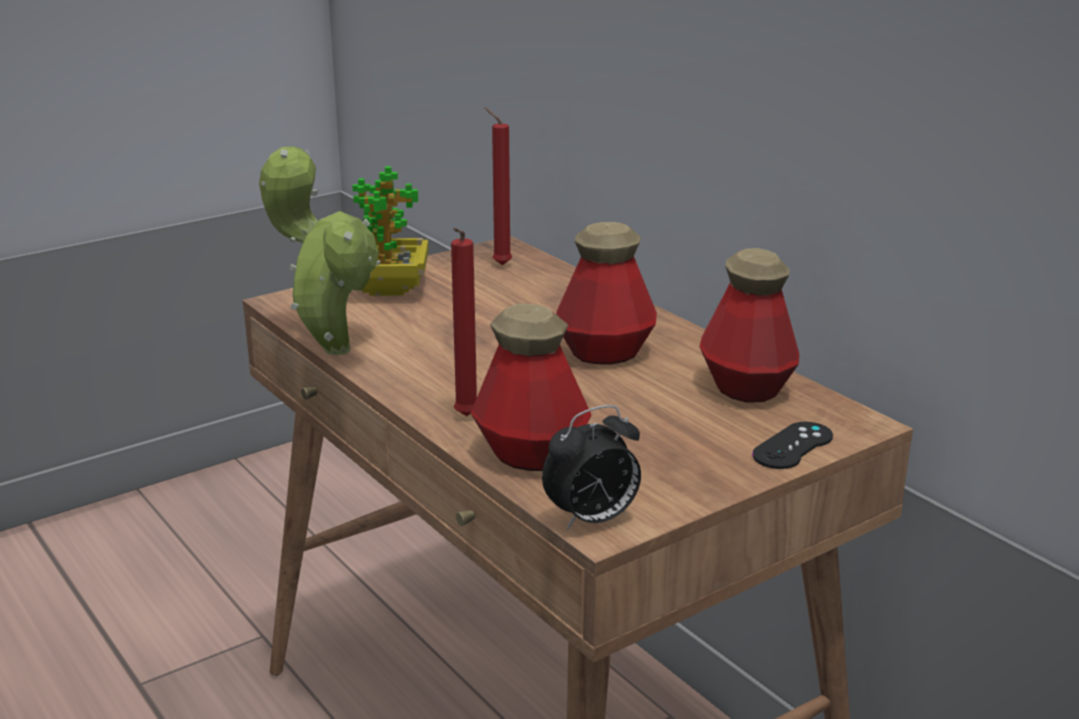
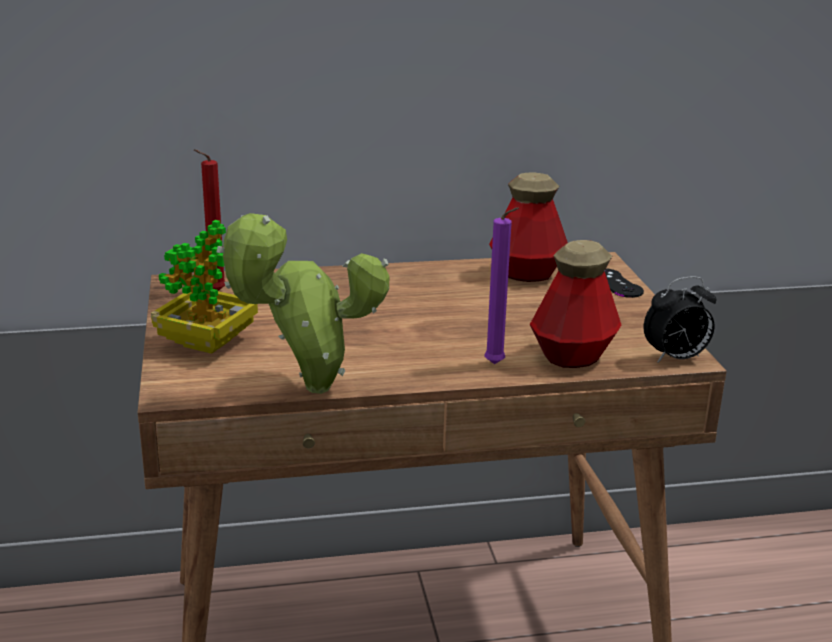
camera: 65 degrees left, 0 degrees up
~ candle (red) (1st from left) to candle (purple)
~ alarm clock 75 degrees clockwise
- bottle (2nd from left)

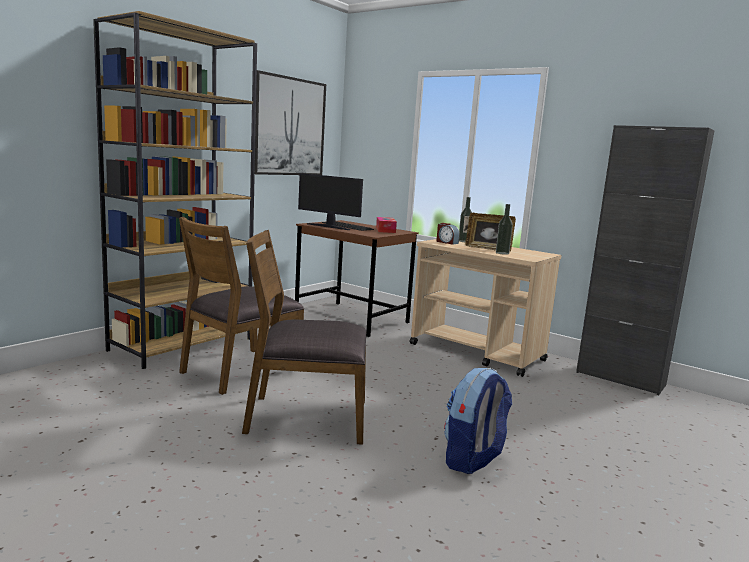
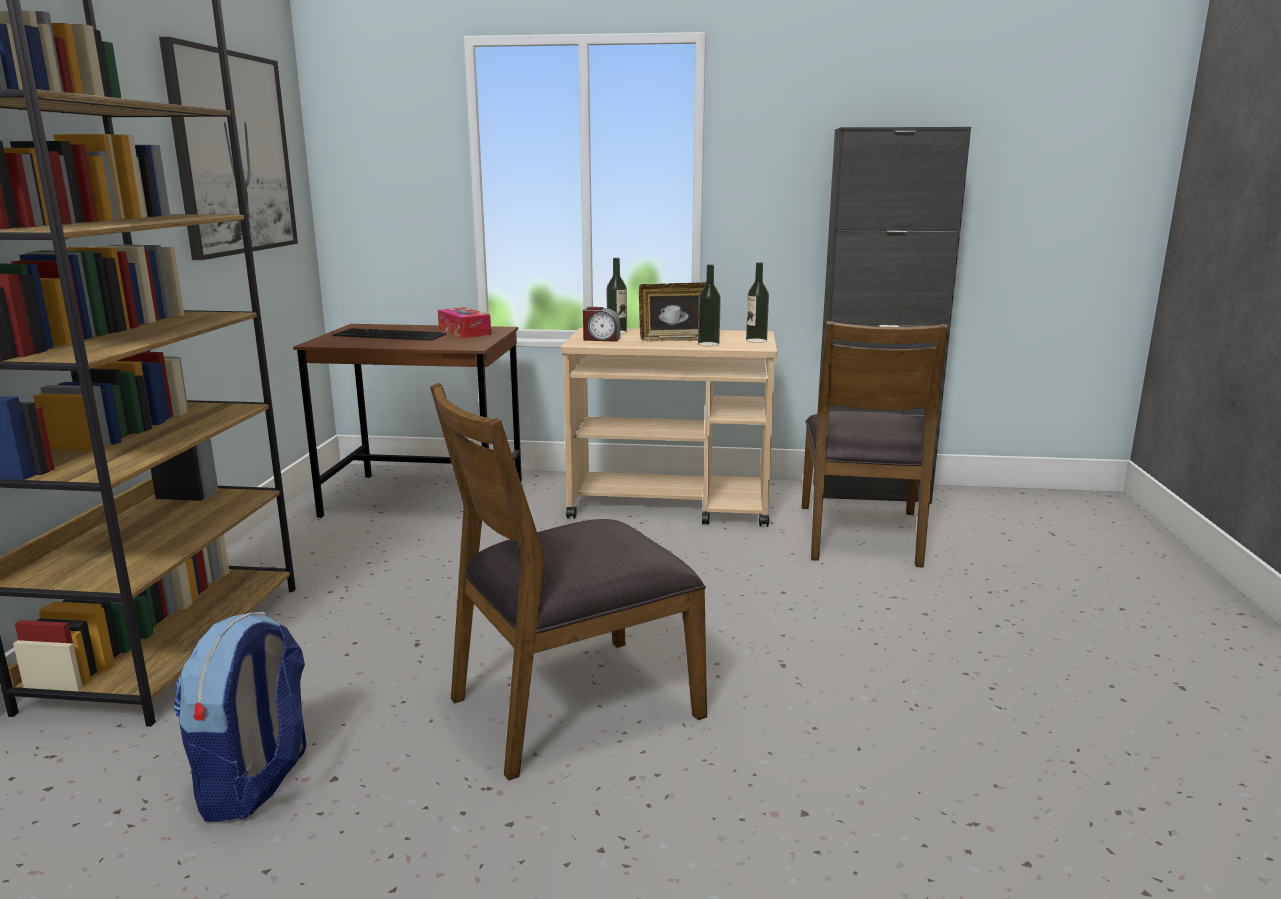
camera: 30 degrees left, 5 degrees up
~ chair (brown) (1st from left in the first image) to chair (brown) (2nd from left)
- monitor
~ backpack
+ bottle (3rd from left)

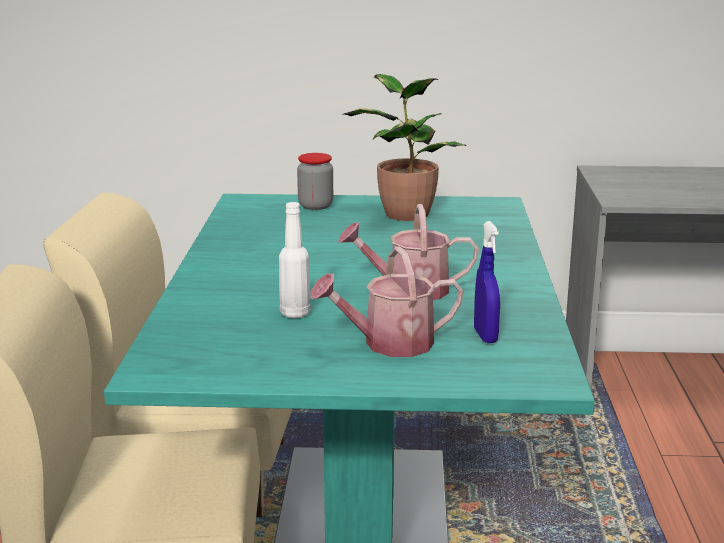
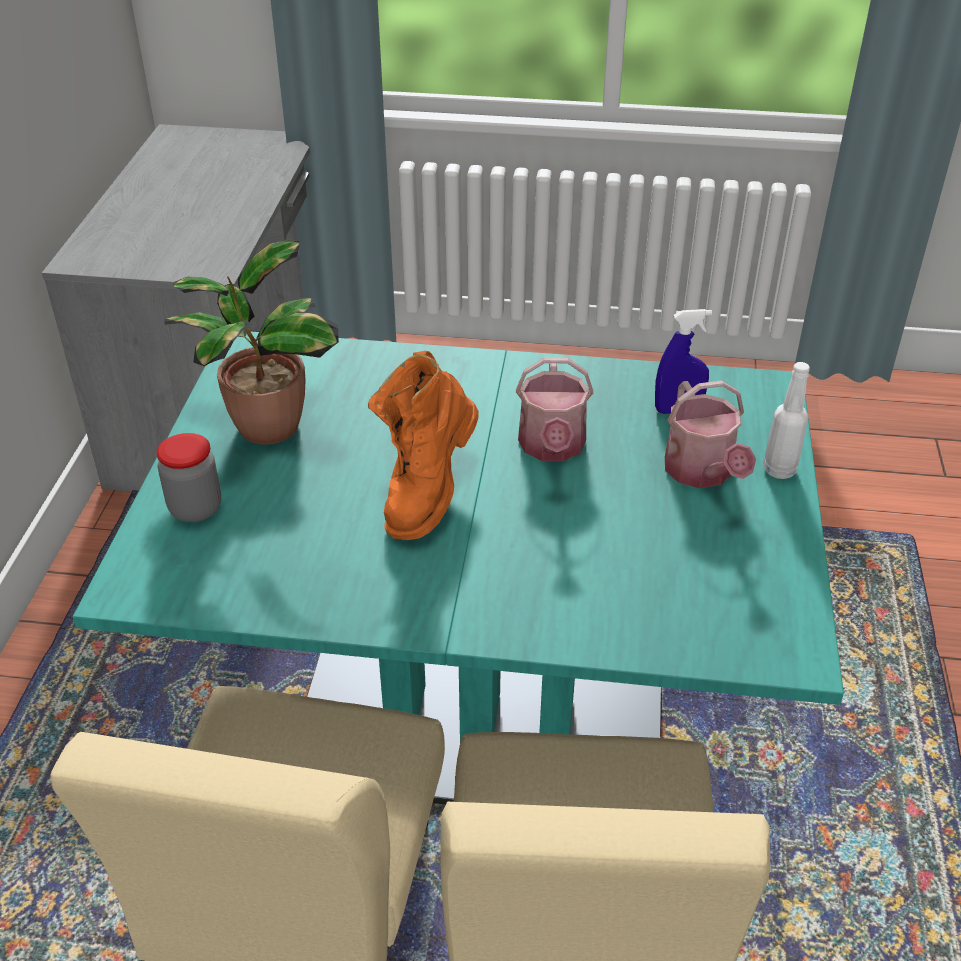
camera: 85 degrees left, 20 degrees up
~ bottle (white)
+ boot (orange)

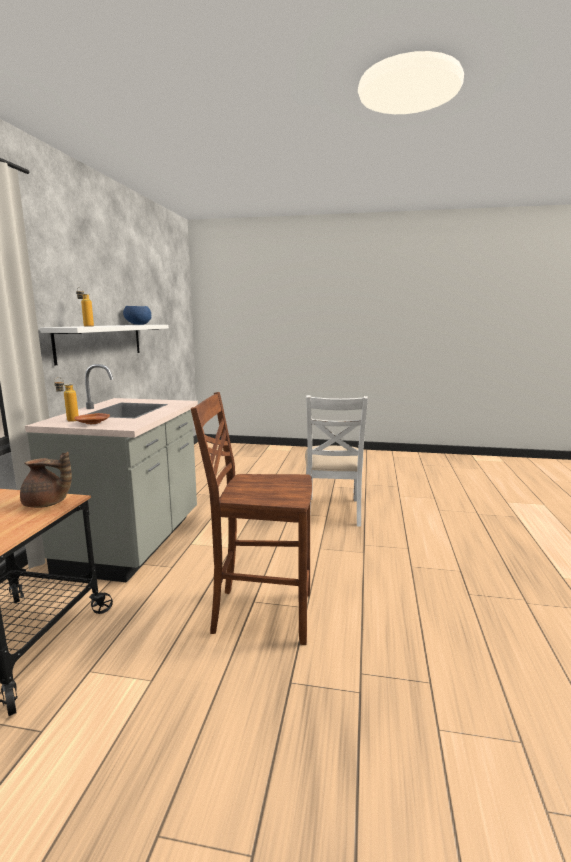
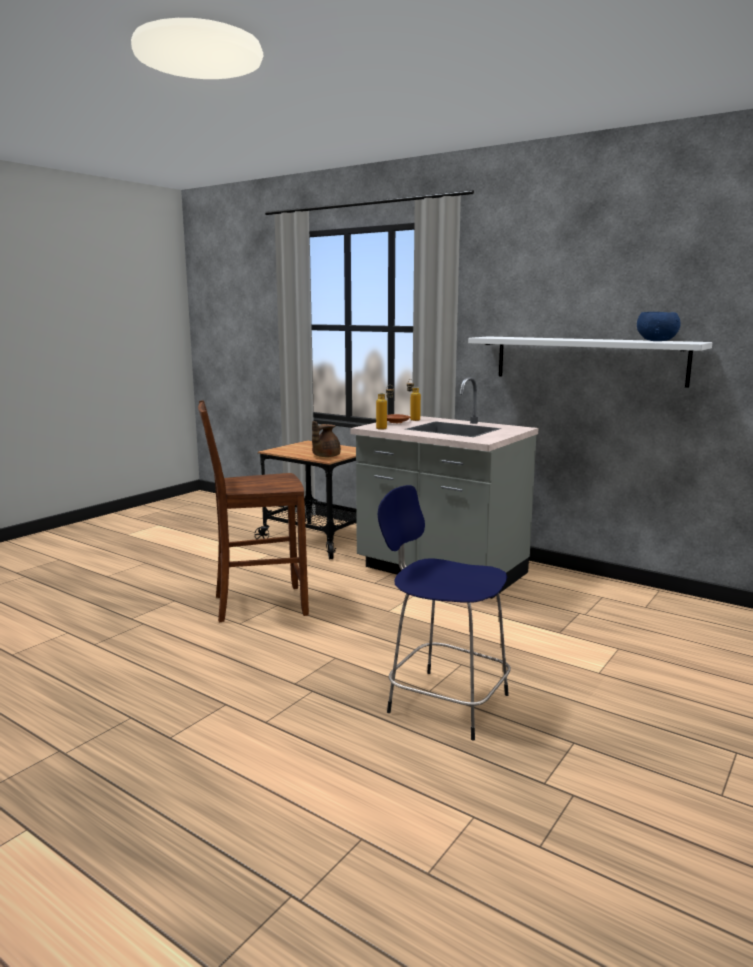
camera: 115 degrees right, 0 degrees up
~ bottle (2nd from left in the first image) to bottle (1st from left)
~ chair (brown) 135 degrees counterclockwise
~ chair (white) to stool (blue)

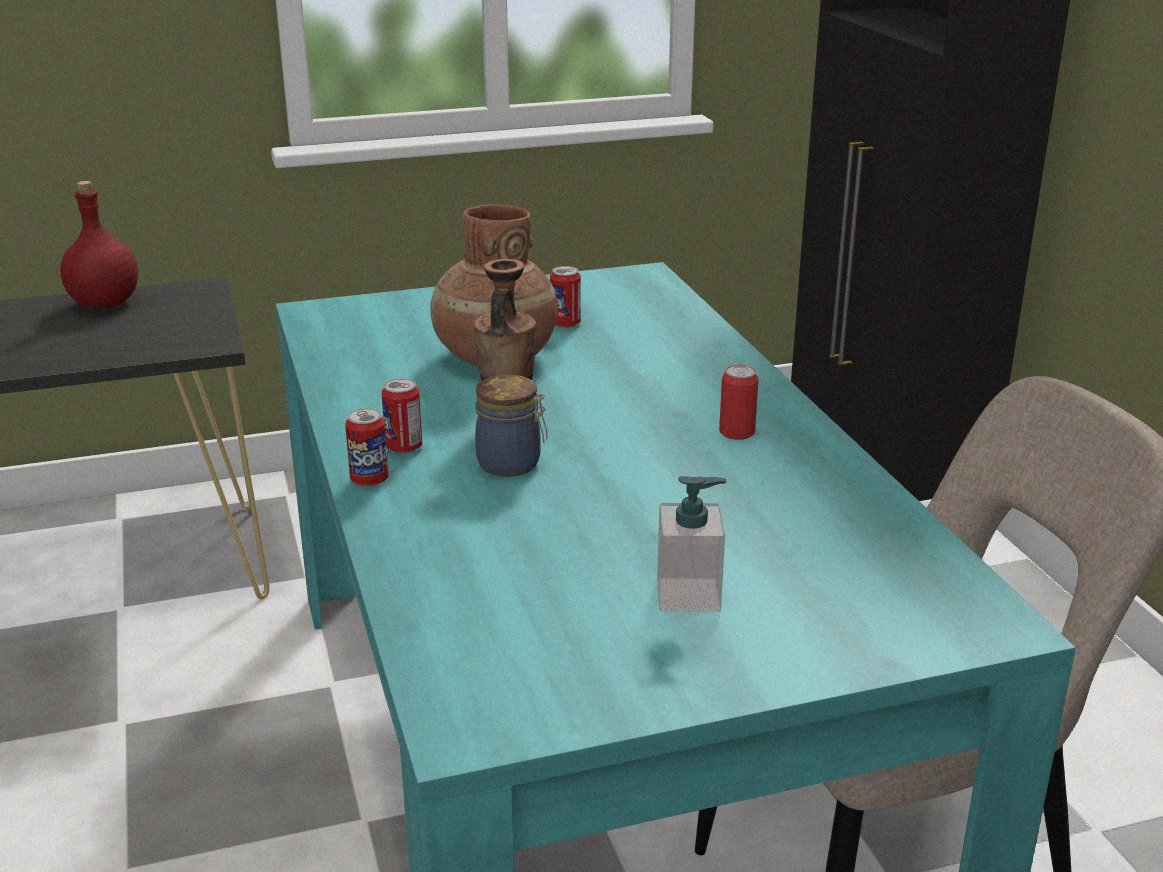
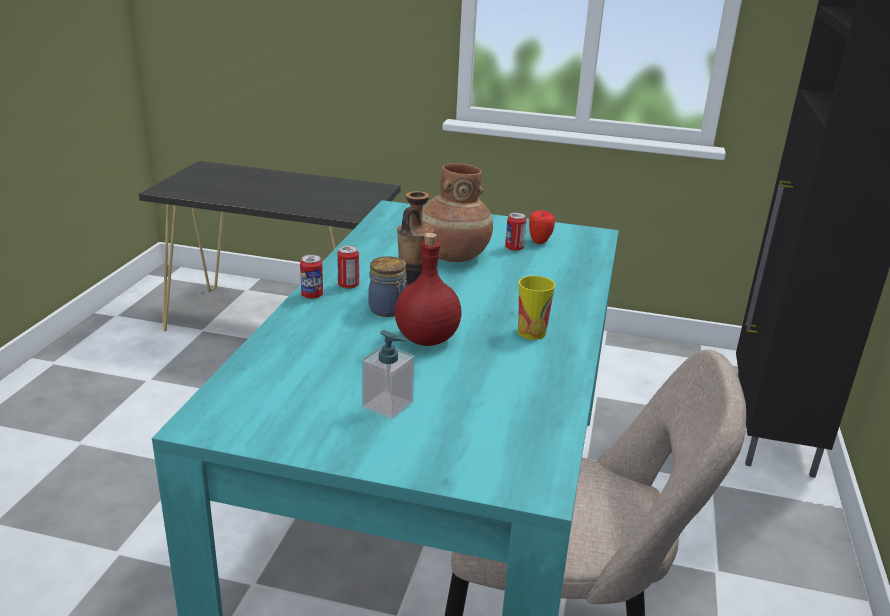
camera: 30 degrees right, 0 degrees up
~ bottle (red)
~ can (4th from left) to cup
+ apple

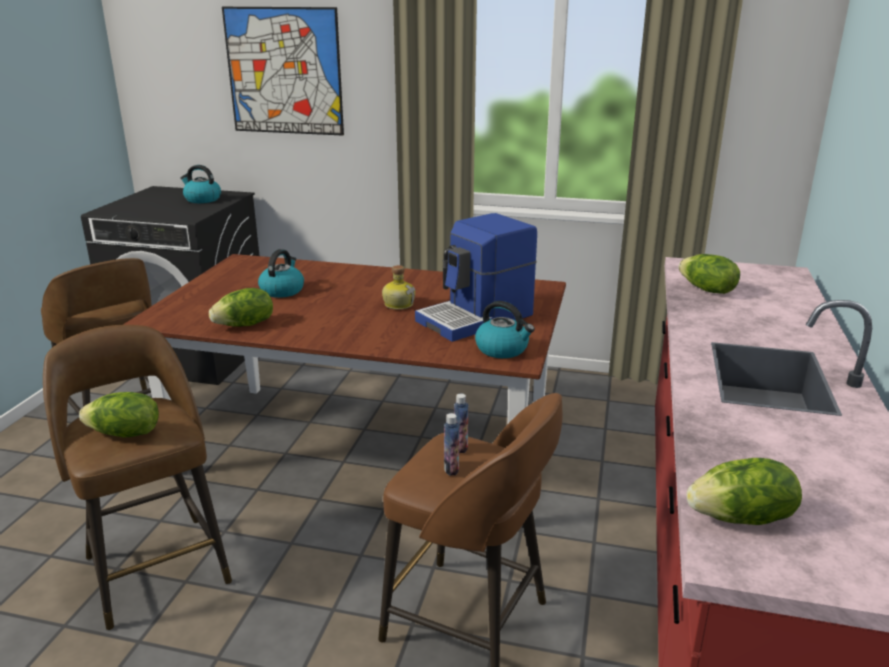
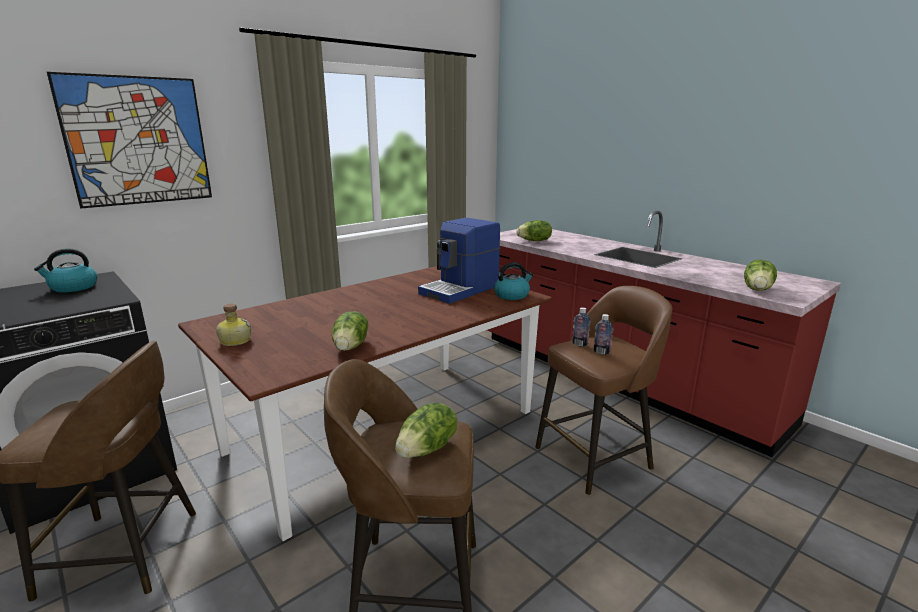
camera: 55 degrees left, 5 degrees down
- kettle (2nd from left)
~ bottle (1st from left)
~ coffee machine 45 degrees clockwise

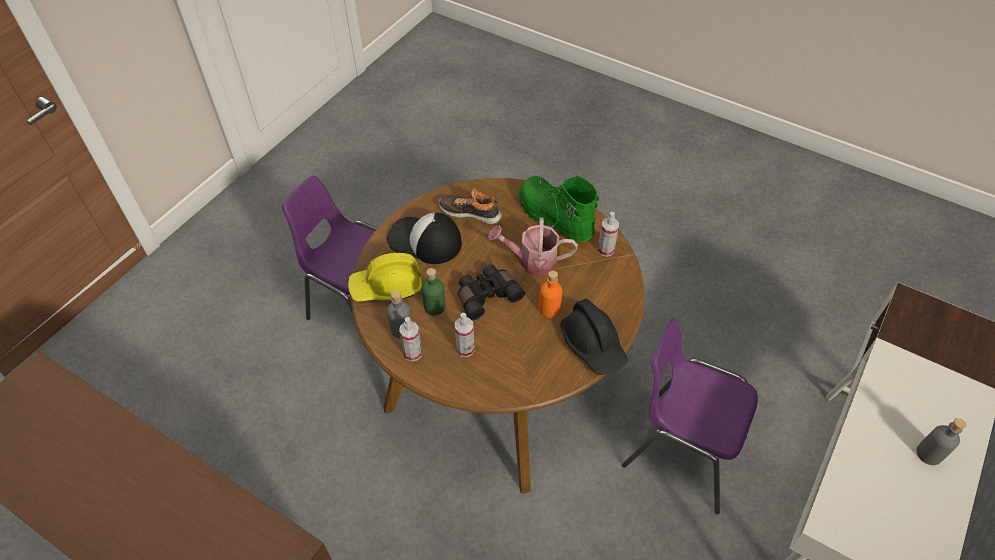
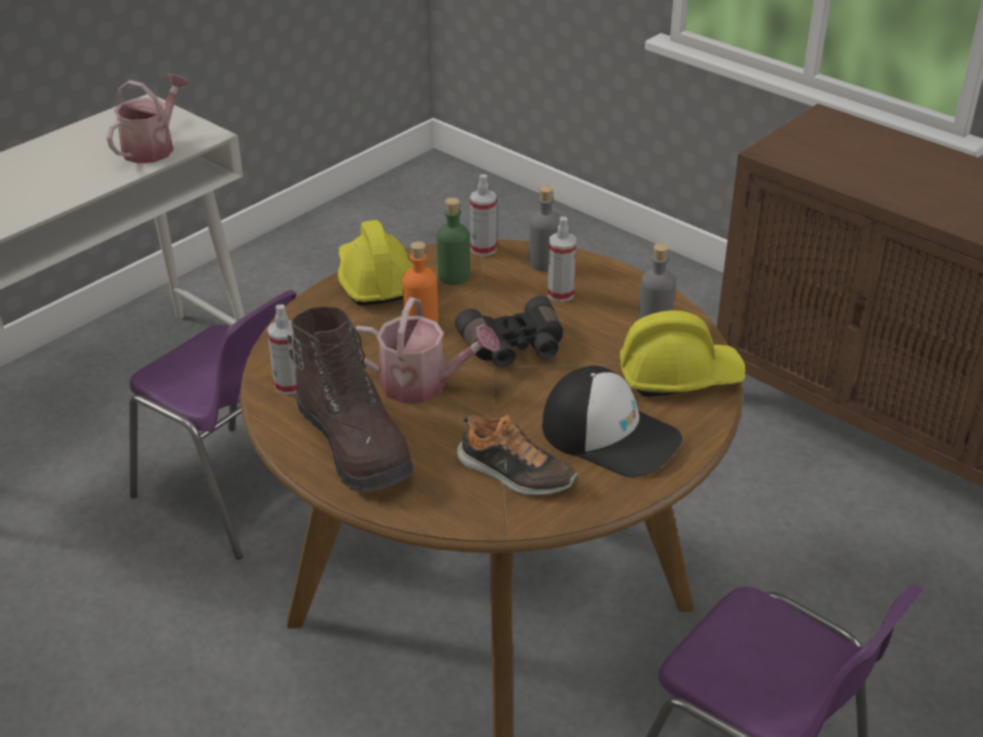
camera: 170 degrees left, 15 degrees down
~ spray bottle (1st from left in the first image) to spray bottle (2nd from left)
~ bottle (green)
~ boot (green) to boot (brown)
~ hard hat (black) to hard hat (yellow) (1st from left)
~ bottle (grey) (2nd from left in the first image) to bottle (grey) (1st from left)
+ watering can (1st from left)

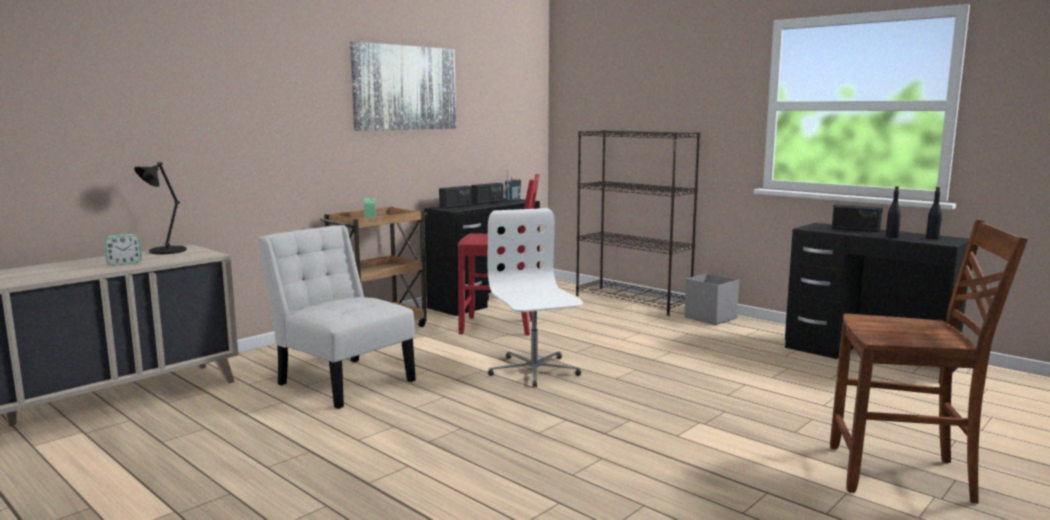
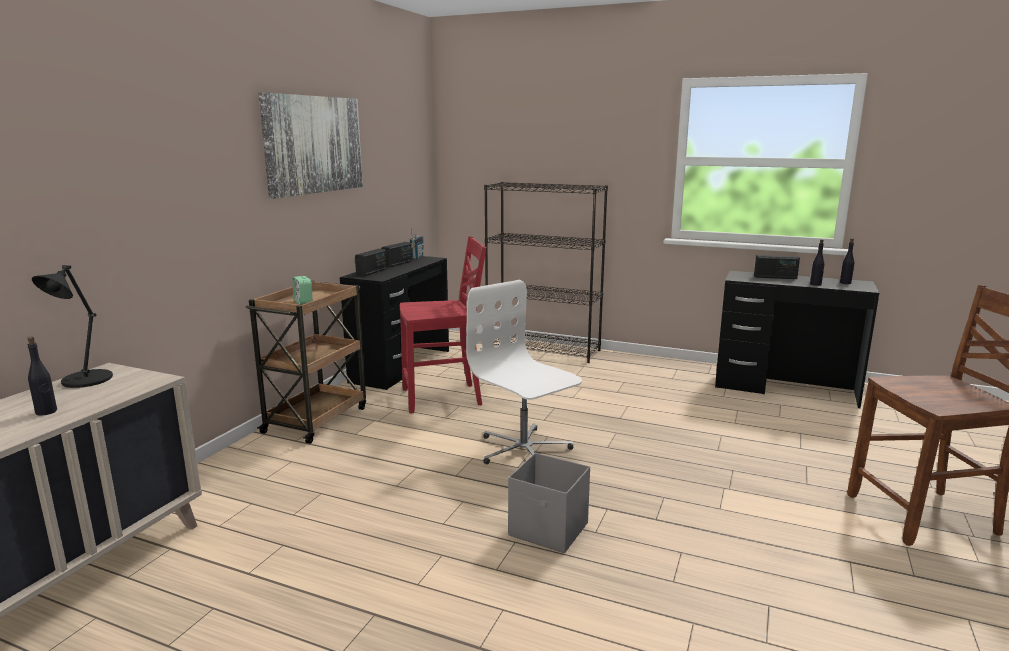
camera: 20 degrees left, 5 degrees up
~ alarm clock (1st from left) to bottle (black) (1st from left)
- chair (white)
~ storage box (grey)

